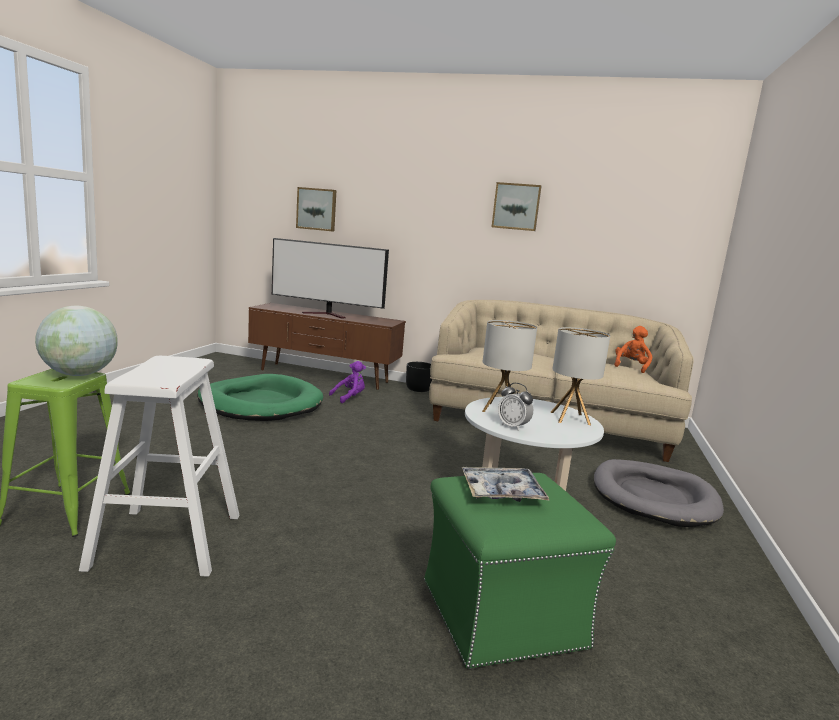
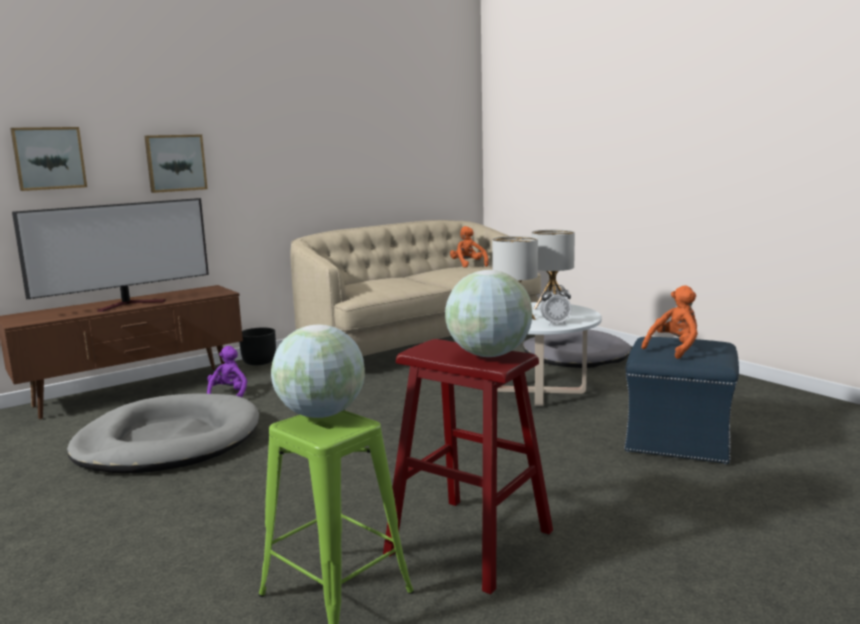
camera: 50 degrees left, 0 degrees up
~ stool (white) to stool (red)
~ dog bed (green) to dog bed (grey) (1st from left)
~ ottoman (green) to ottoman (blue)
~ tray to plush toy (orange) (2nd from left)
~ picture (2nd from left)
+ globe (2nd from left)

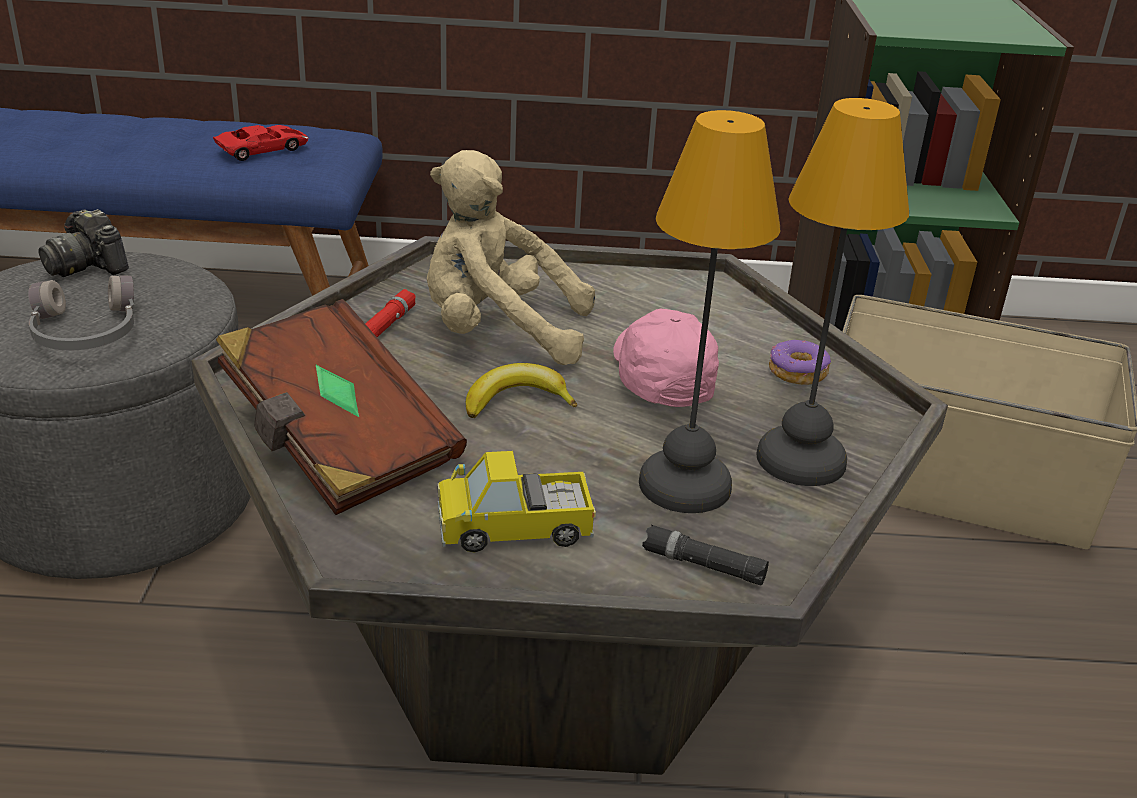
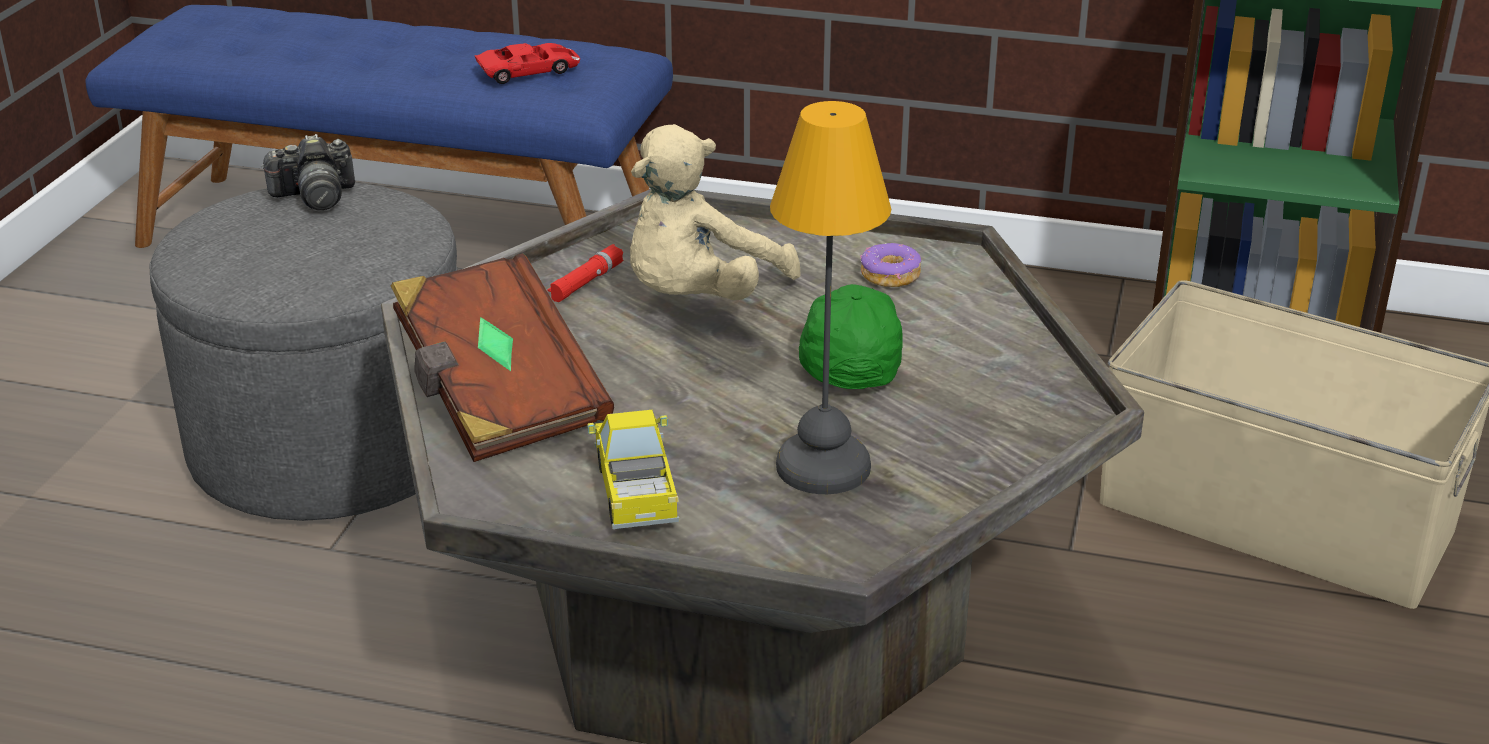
camera: 15 degrees right, 0 degrees up
- headphones (grey)
~ photo camera 75 degrees counterclockwise
~ plush toy (beige) 75 degrees counterclockwise
~ toy truck 75 degrees clockwise
- banana
~ cap (pink) to cap (green)
- flashlight (black)
- table lamp (2nd from left)
~ donut

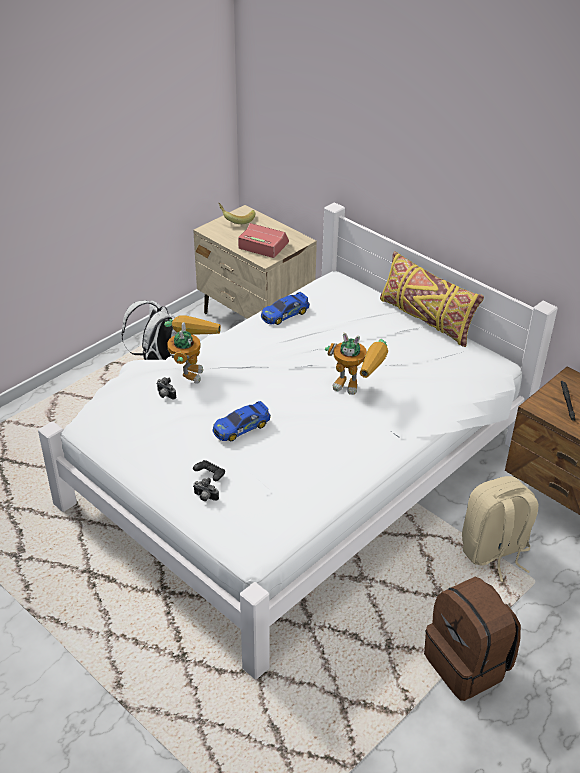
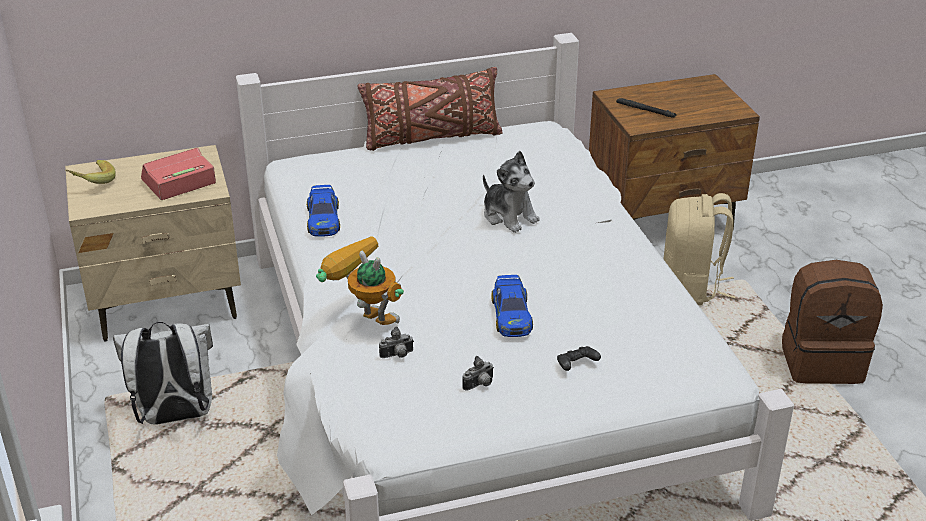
camera: 60 degrees left, 5 degrees down
~ photo camera (2nd from left)
~ toy robot (2nd from left) to plush toy
~ pillow (yellow) to pillow (brown)

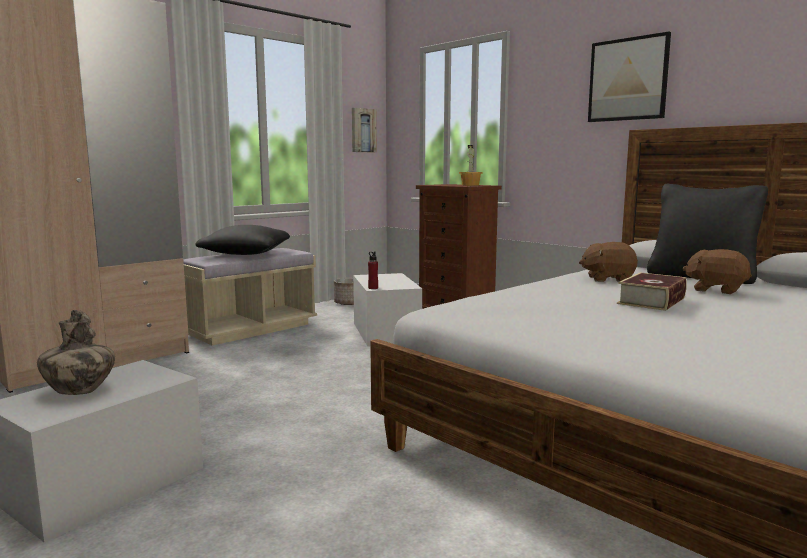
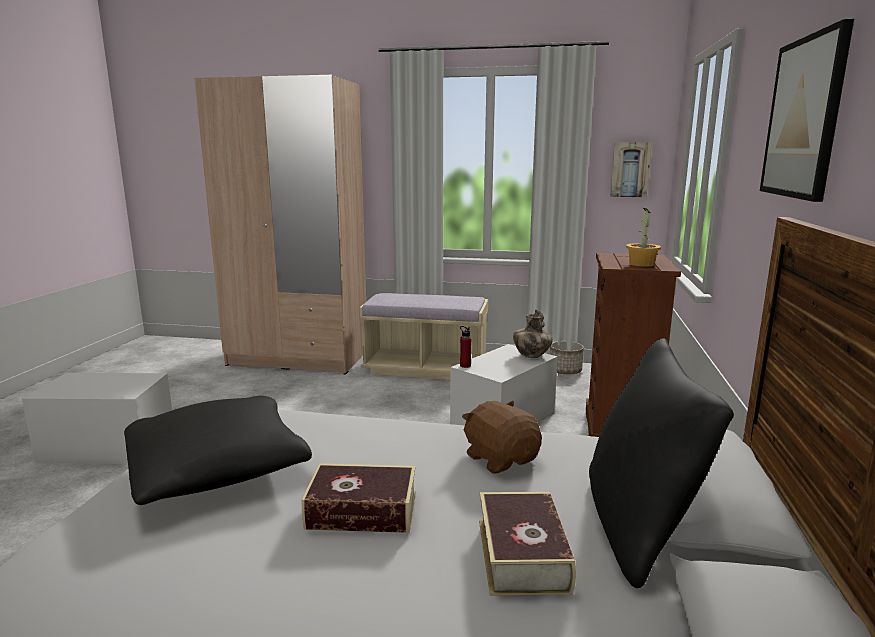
camera: 55 degrees right, 5 degrees up
~ vase
~ pillow (black) (1st from left)
~ plush toy (brown) (2nd from left) to book (2nd from left)

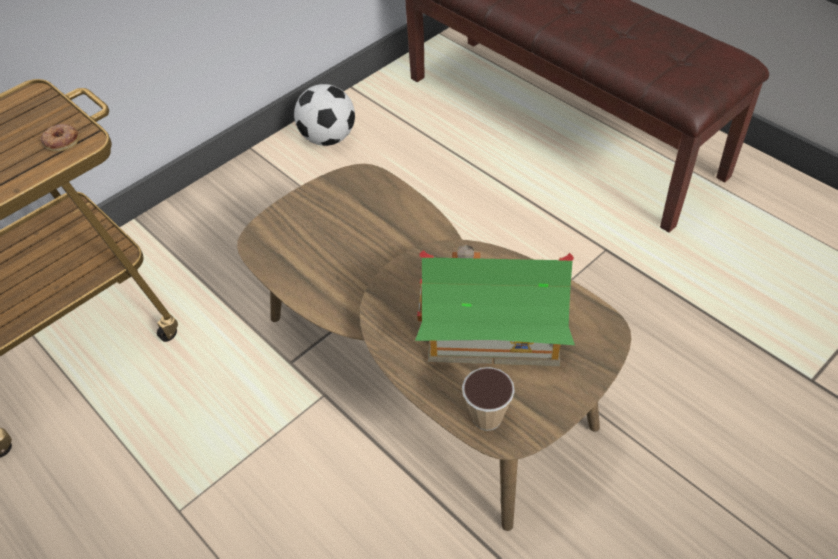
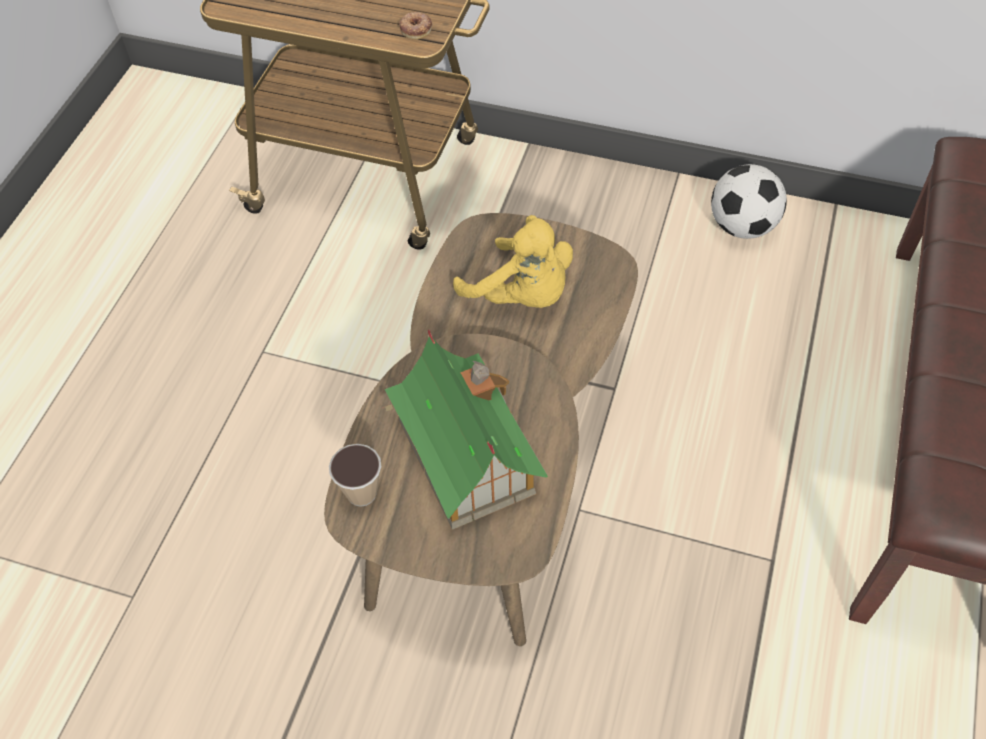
camera: 60 degrees right, 5 degrees up
+ plush toy (yellow)

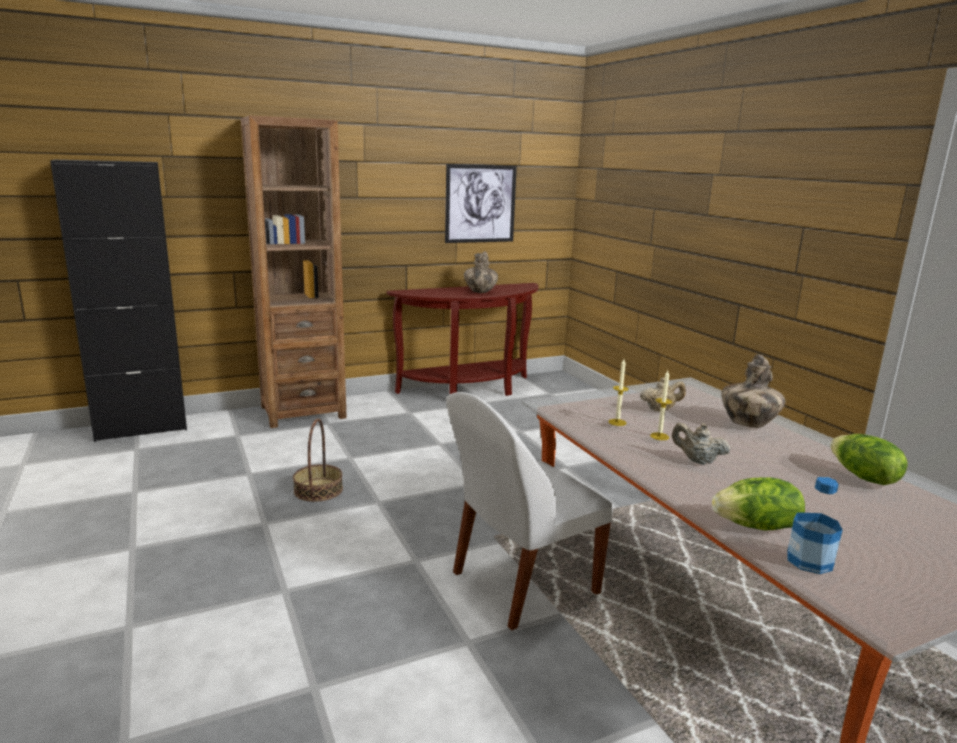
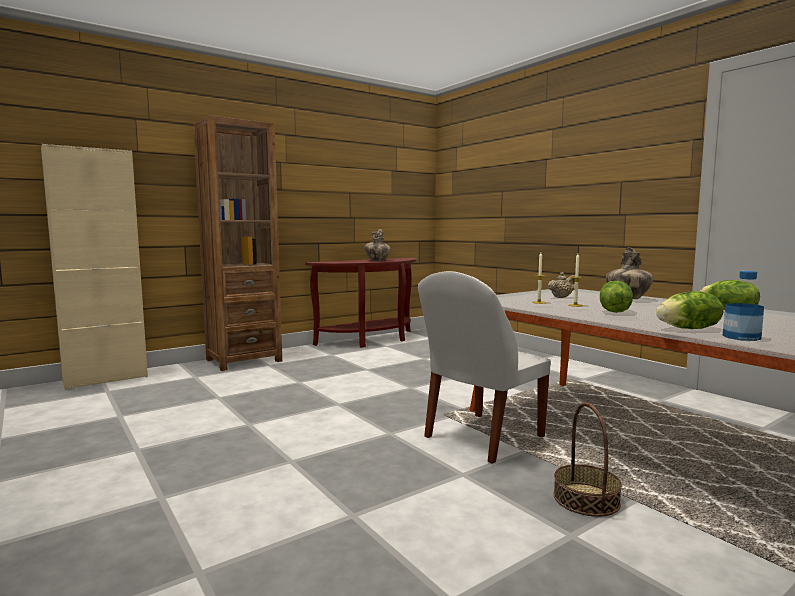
camera: 10 degrees left, 10 degrees down
~ cabinet (black) to cabinet (beige)
~ basket
- picture
~ teapot (beige) (2nd from left) to lettuce (1st from left)

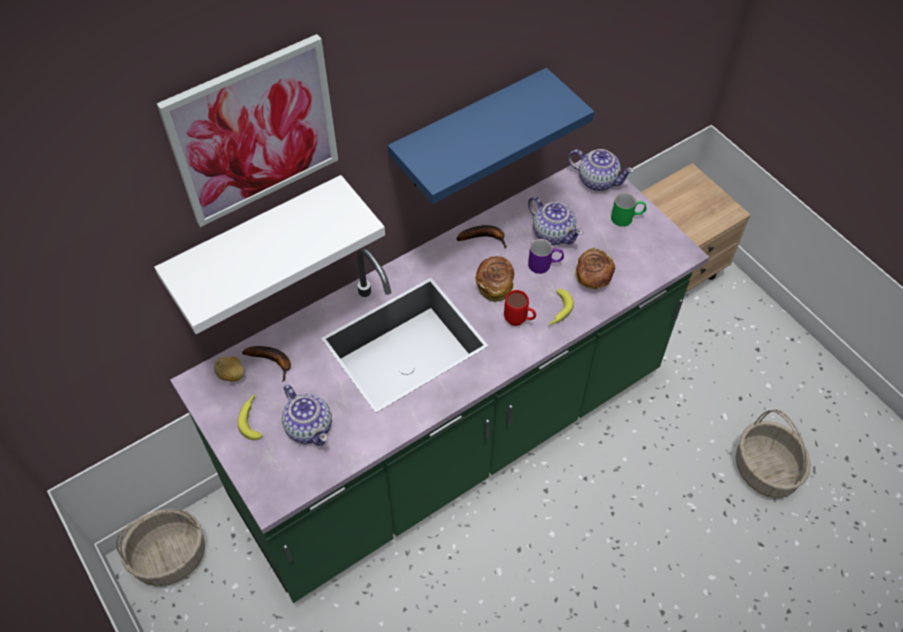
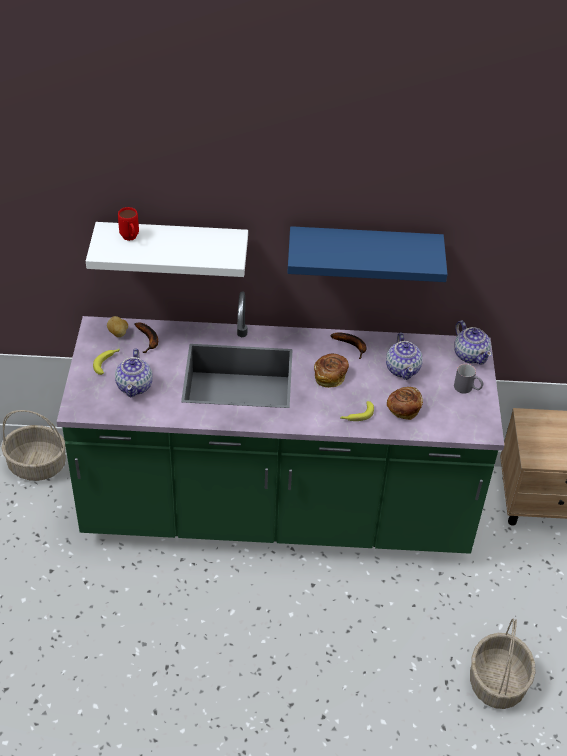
camera: 35 degrees right, 10 degrees down
- picture
~ mug (red)
- mug (purple)
~ mug (green) to mug (grey)

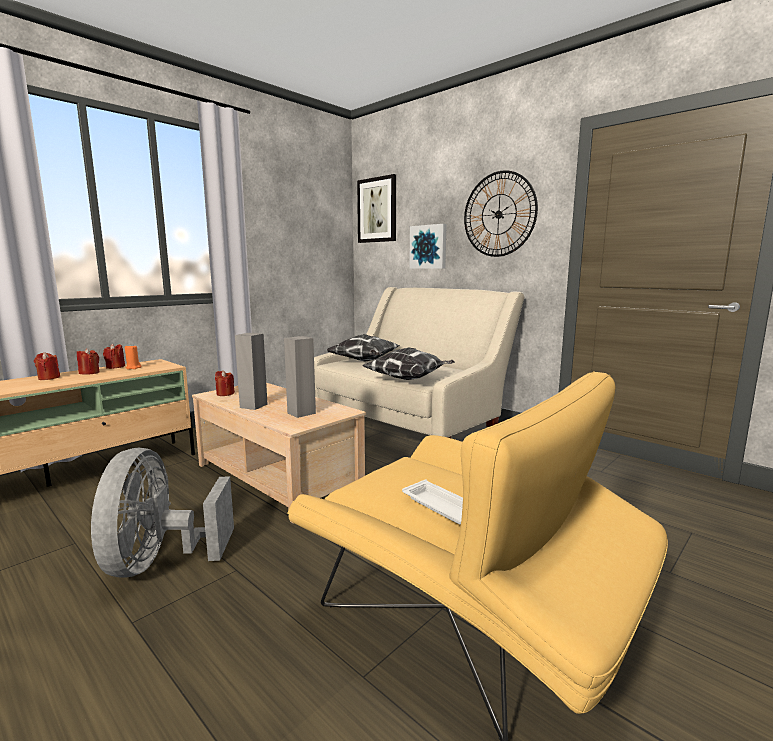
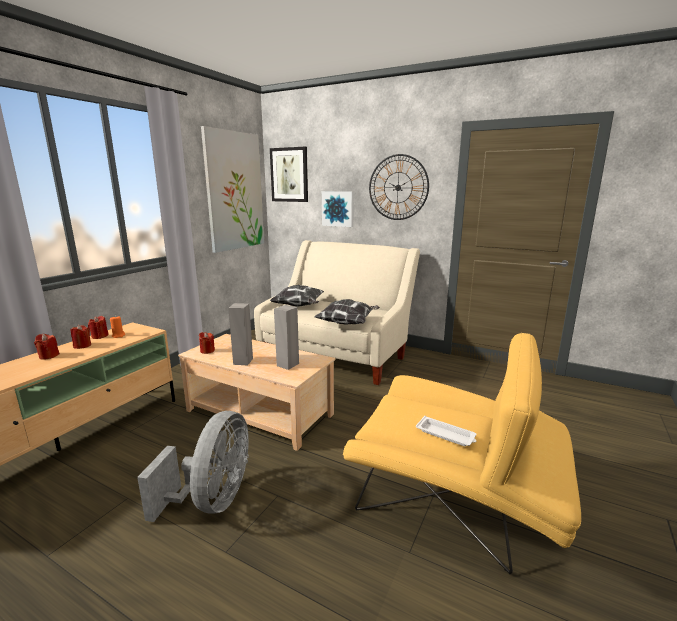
camera: 15 degrees left, 5 degrees up
~ fan (grey) 150 degrees counterclockwise
+ picture (1st from left)

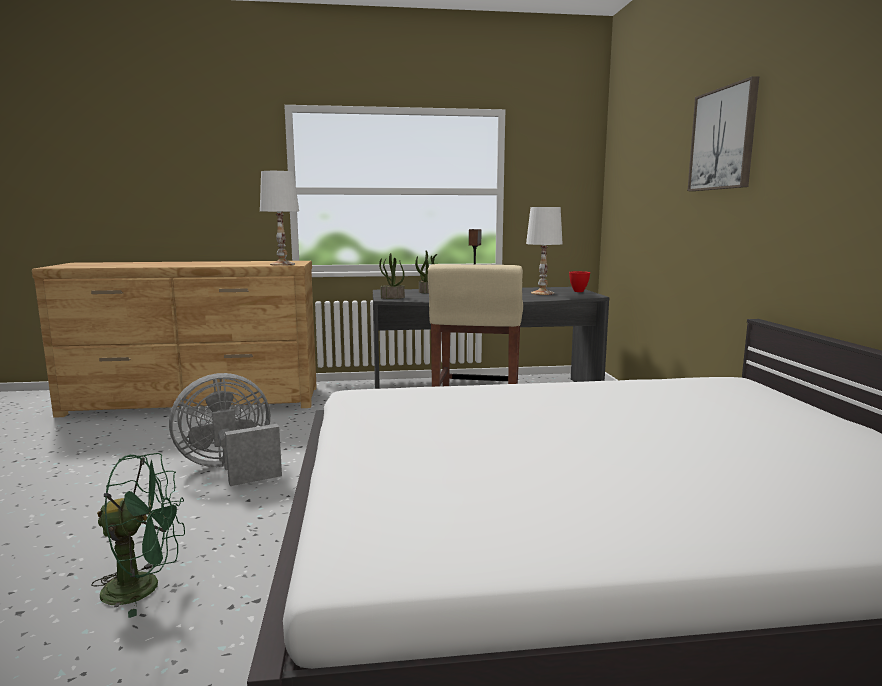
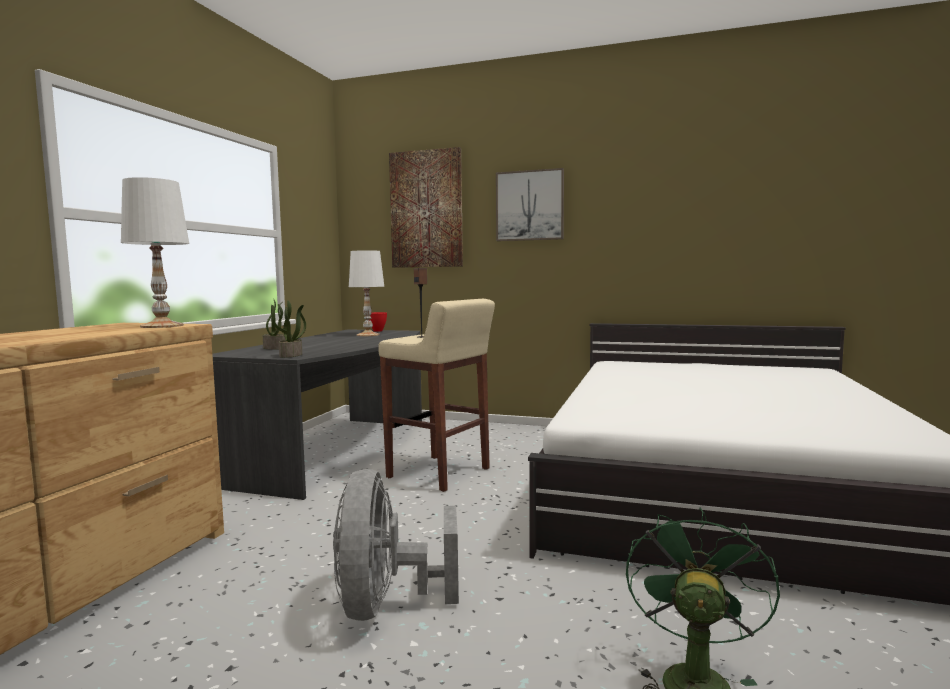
camera: 65 degrees left, 5 degrees down
+ picture (1st from left)

